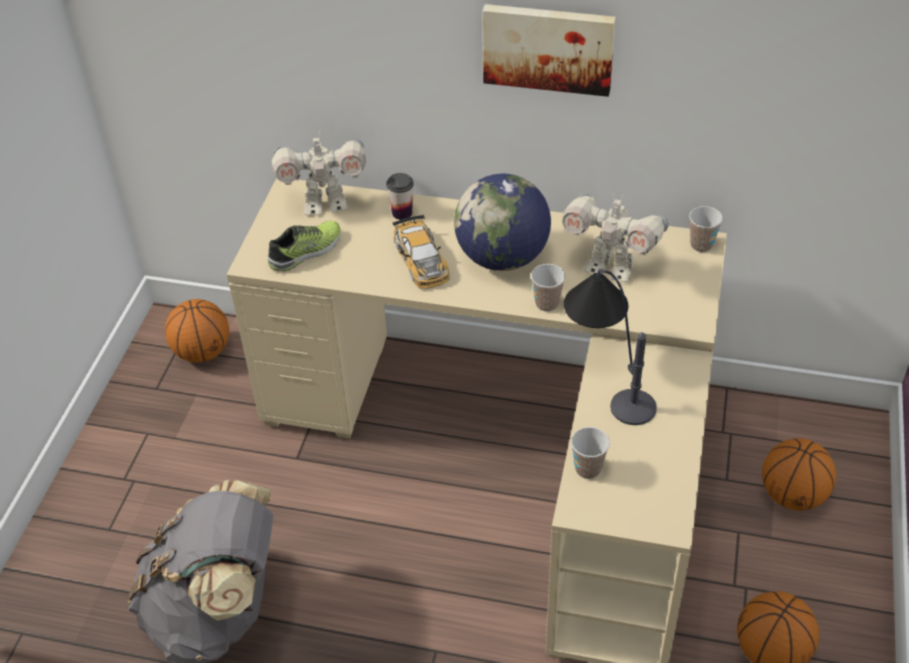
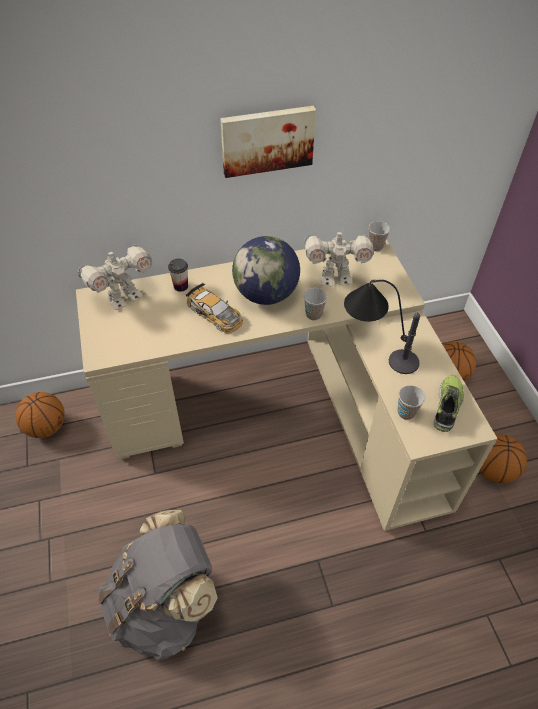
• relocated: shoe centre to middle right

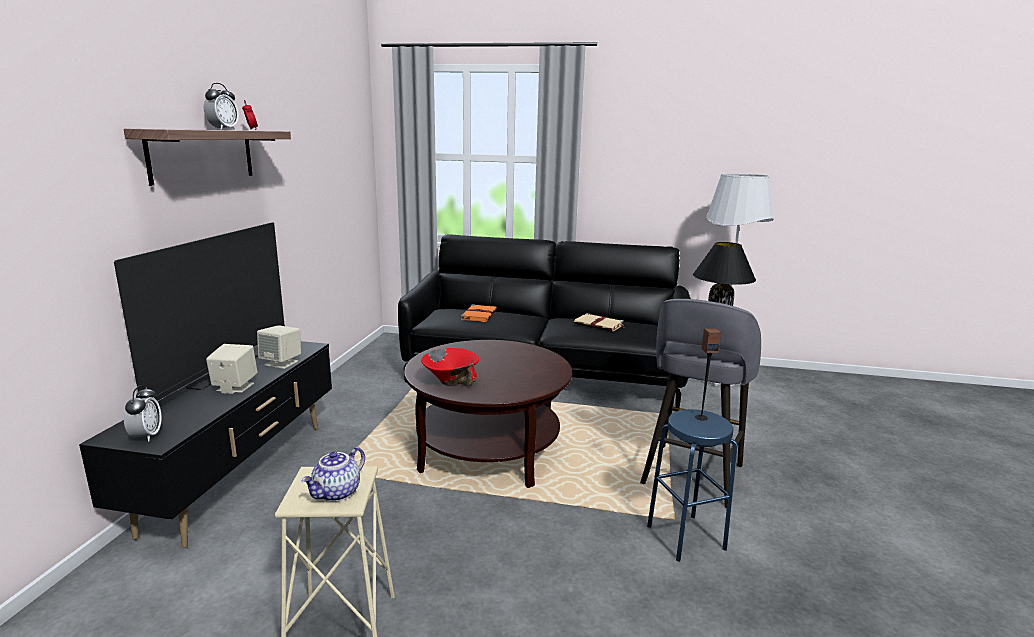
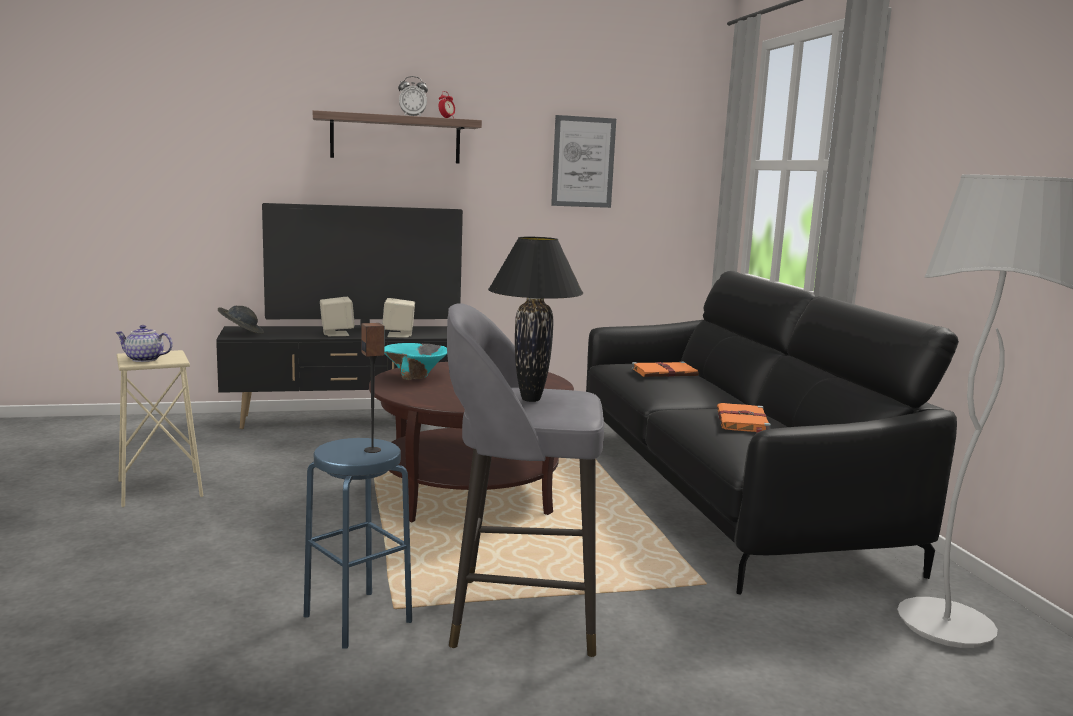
• appeared: picture top centre
• exchanged: alarm clock (no. 1 from left) middle left to grey hat middle left
• colour: red bowl centre to turquoise bowl centre
• colour: beige book centre to orange book (no. 2 from left) middle right

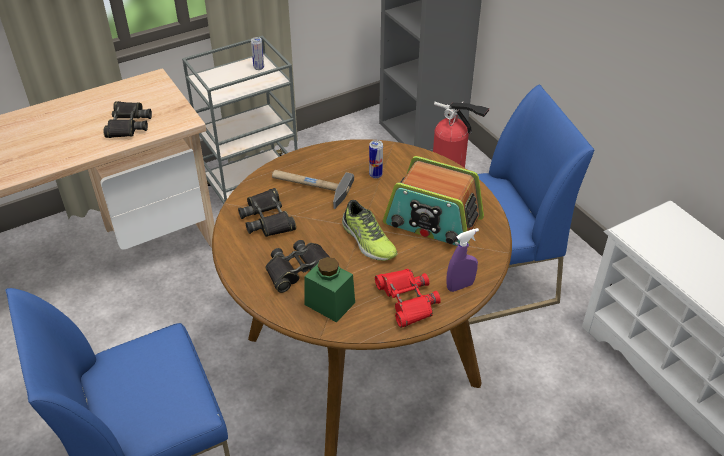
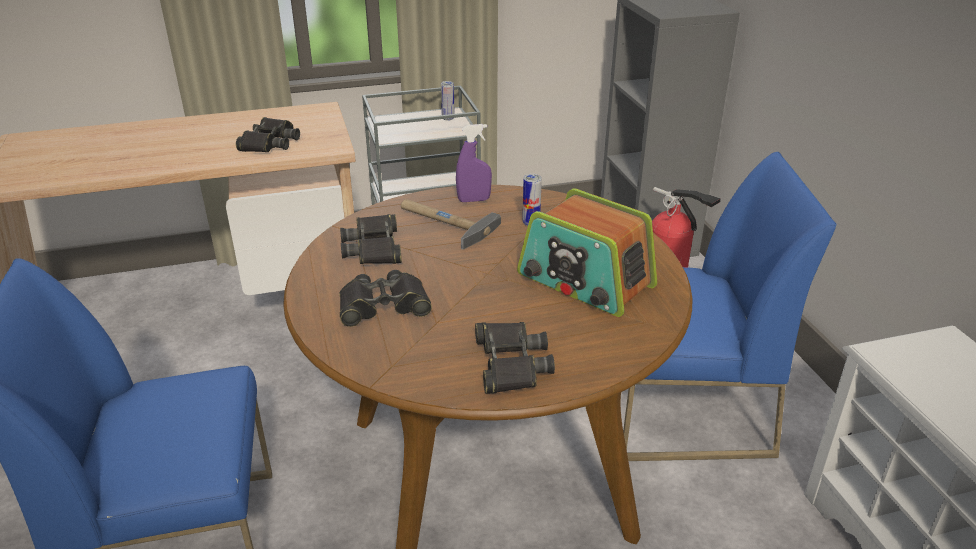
• missing: green jar centre
• missing: shoe centre
• relocated: purple spray bottle centre to top centre
• colour: red binoculars centre to black binoculars (no. 4 from left) centre

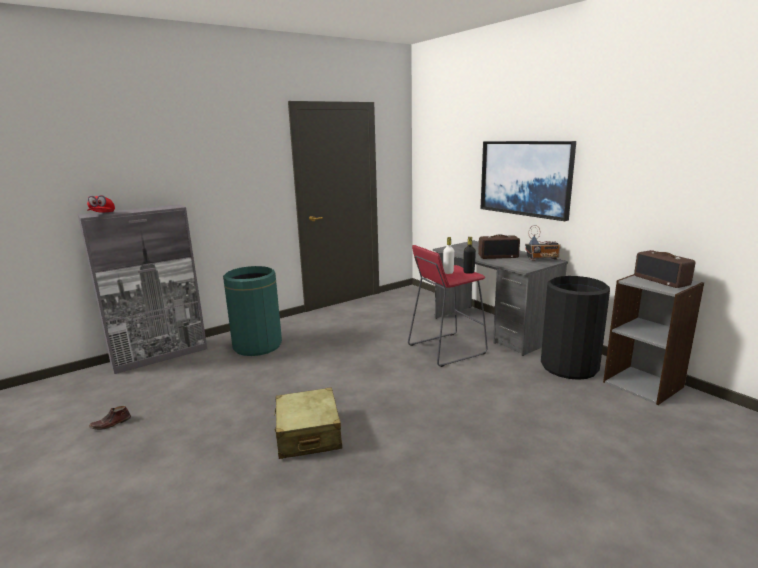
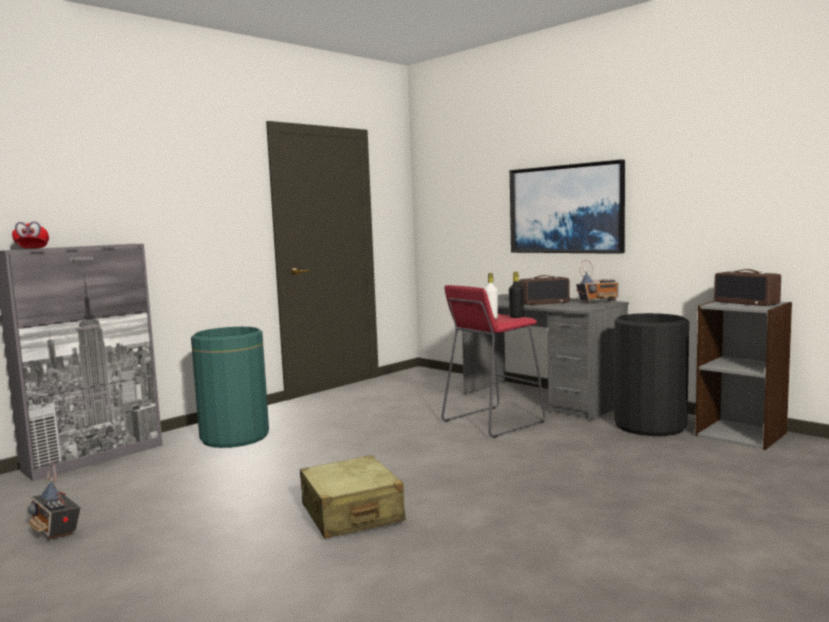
• exchanged: brown shoe bottom left to radio (no. 1 from left) bottom left

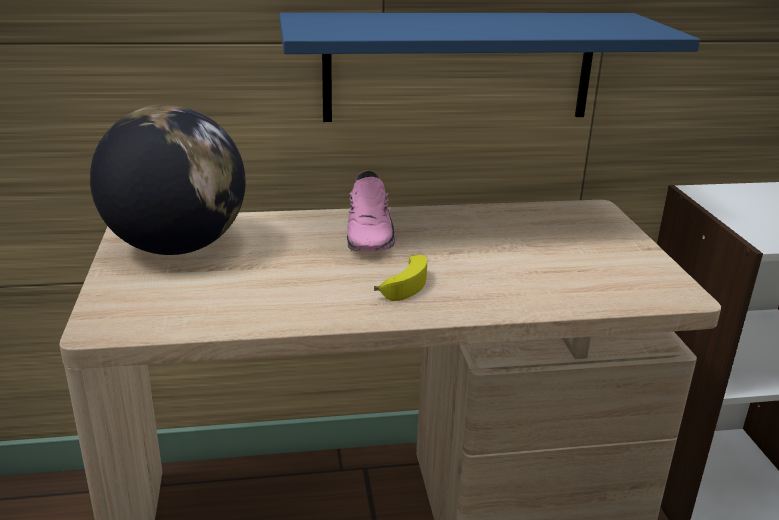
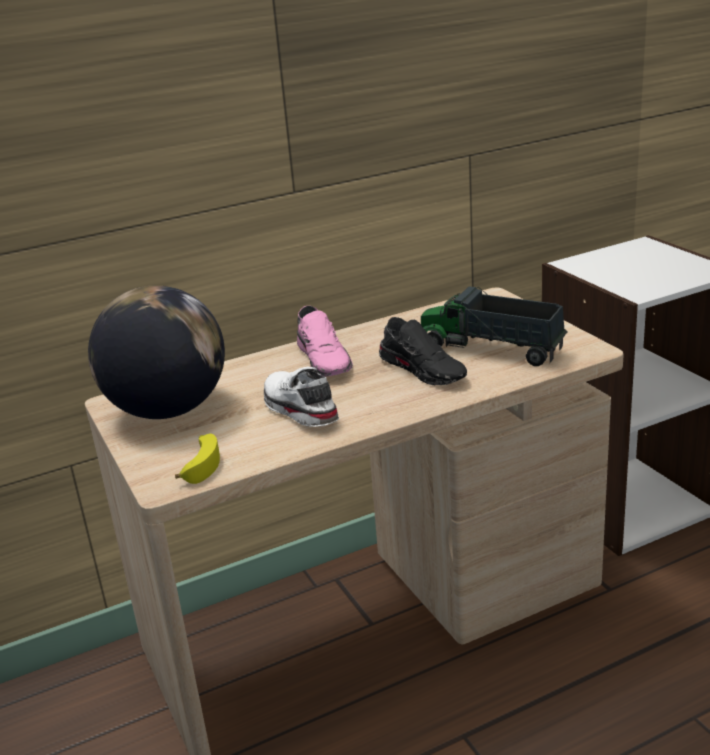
• missing: blue shelf top centre
• appeared: white shoe centre
• appeared: black shoe centre
• appeared: toy truck middle right
• relocated: banana centre to middle left

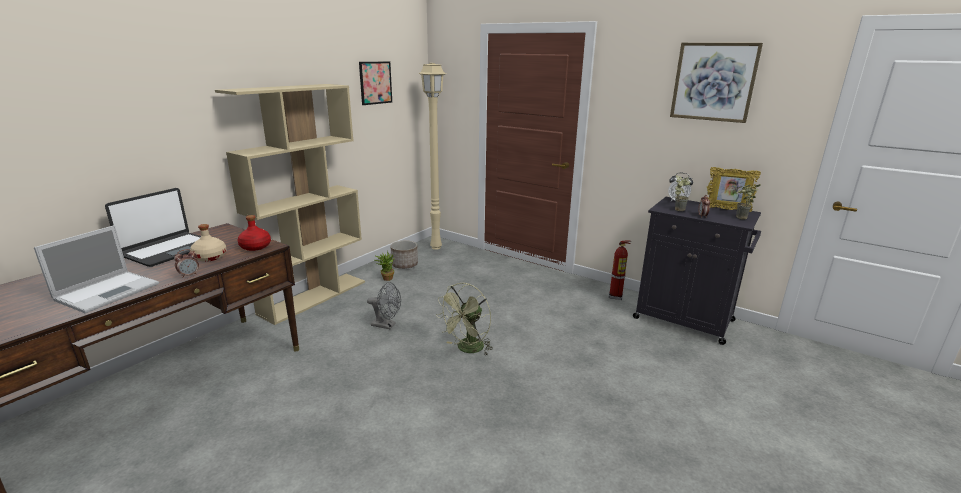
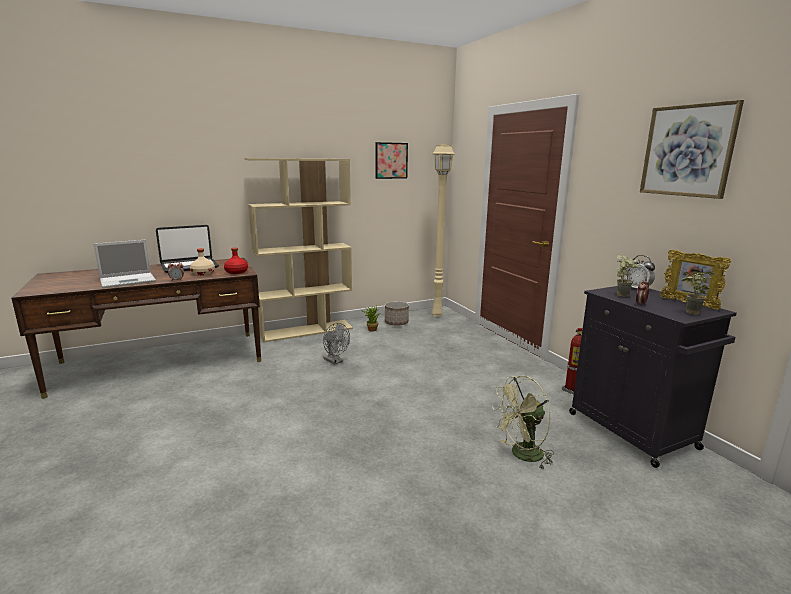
• relocated: green fan centre to bottom centre

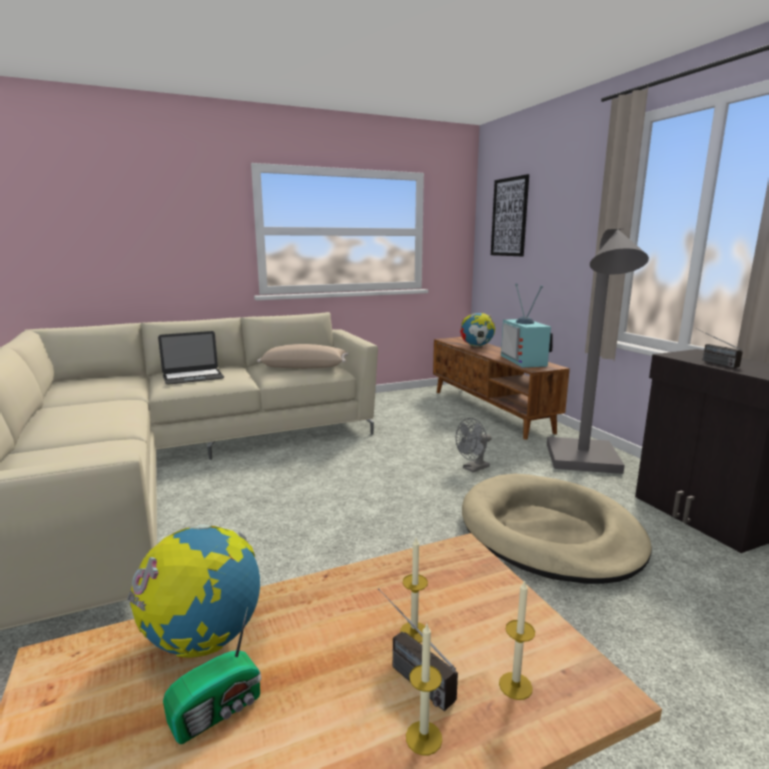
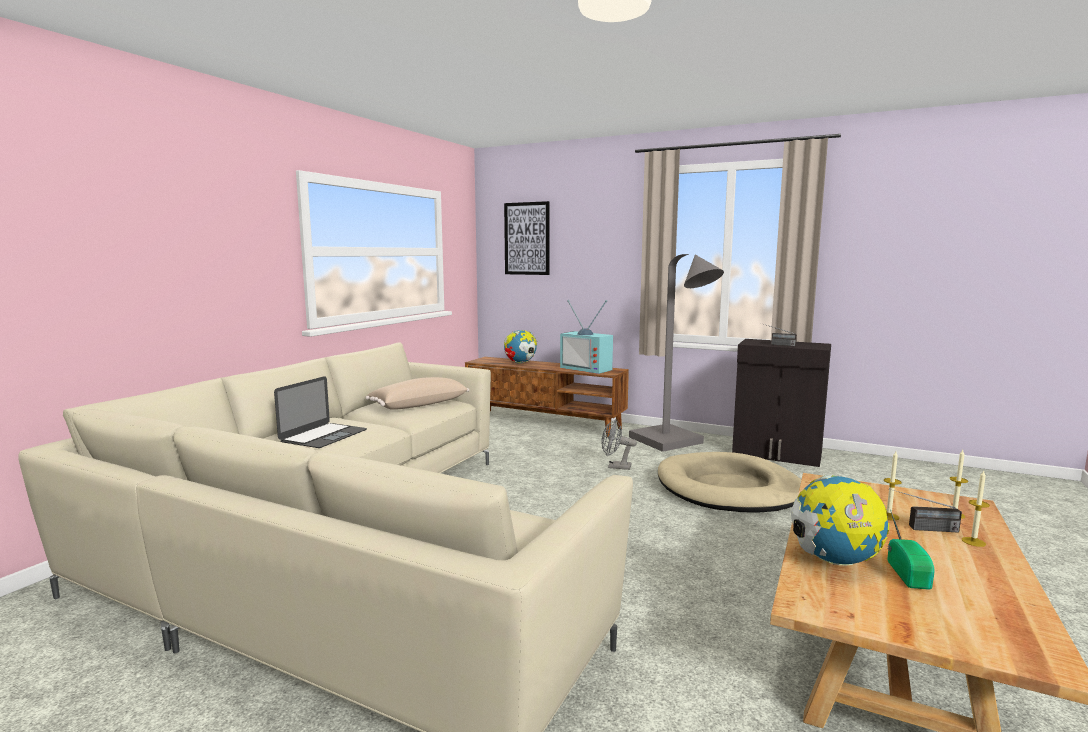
• spun: grey fan centre = centre 90 degrees clockwise

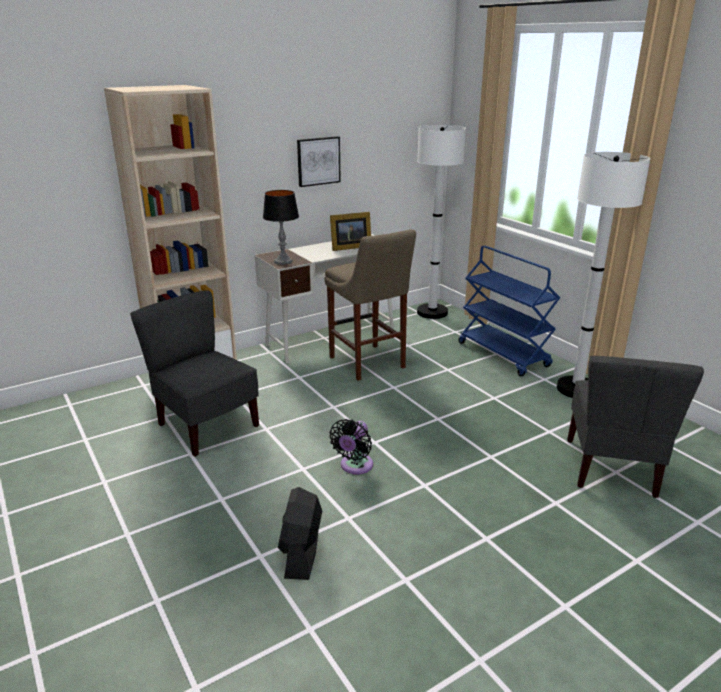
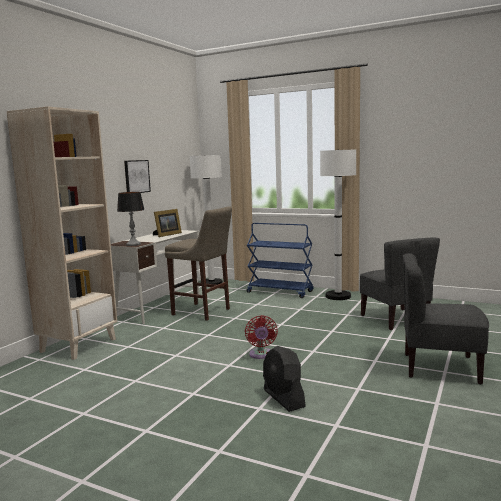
• relocated: grey chair (no. 1 from left in the first image) middle left to grey chair (no. 2 from left) middle right
• colour: black fan (no. 2 from left) centre to red fan bottom centre

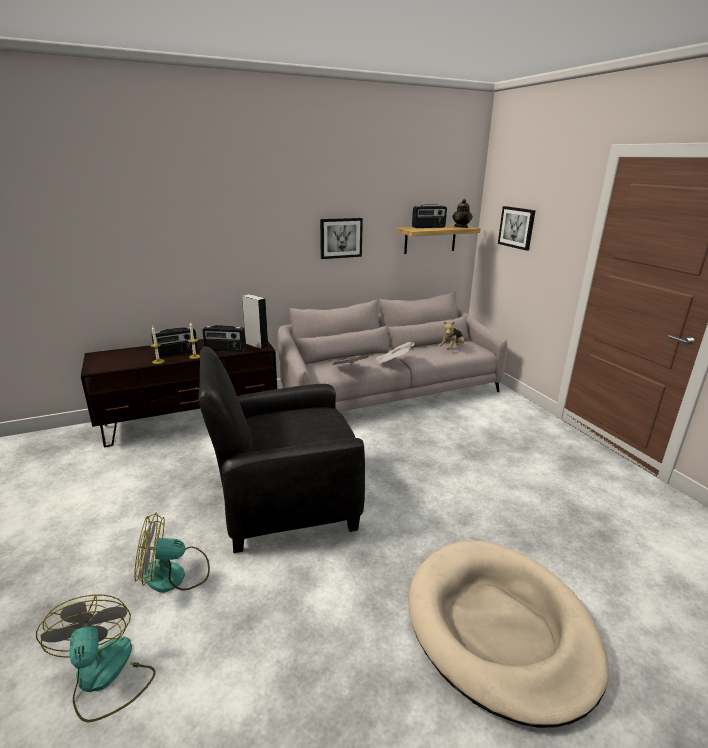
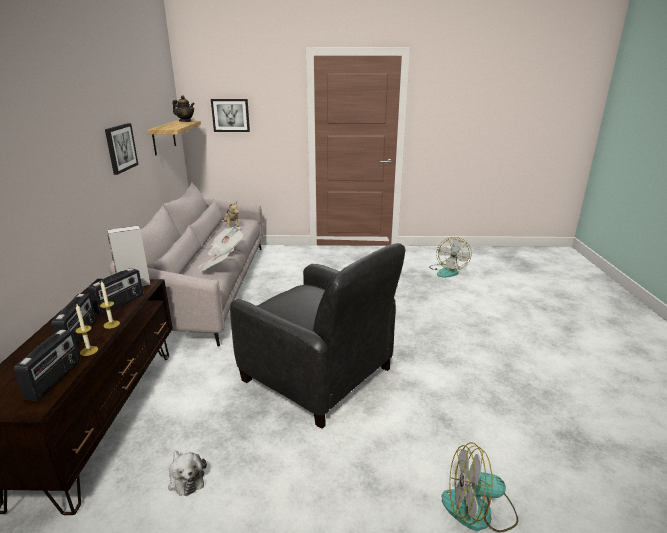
• missing: beige dog bed bottom right
• appeared: plush toy (no. 1 from left) bottom left
• relocated: fan (no. 2 from left in the first image) bottom left to fan (no. 1 from left) middle right
• relocated: radio (no. 3 from left in the first image) top centre to radio (no. 1 from left) bottom left
• spun: black armchair centre = centre 60 degrees counterclockwise

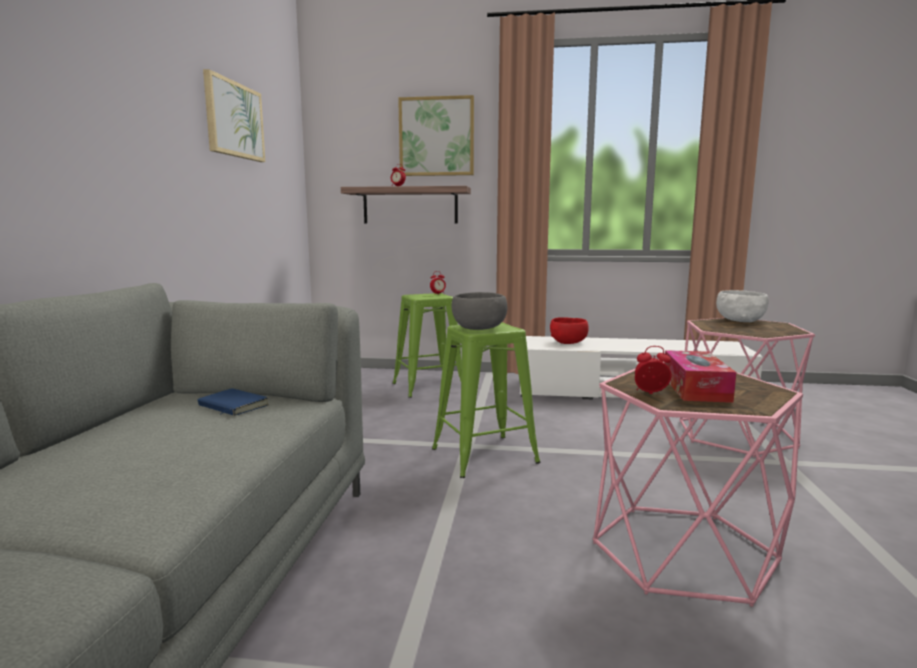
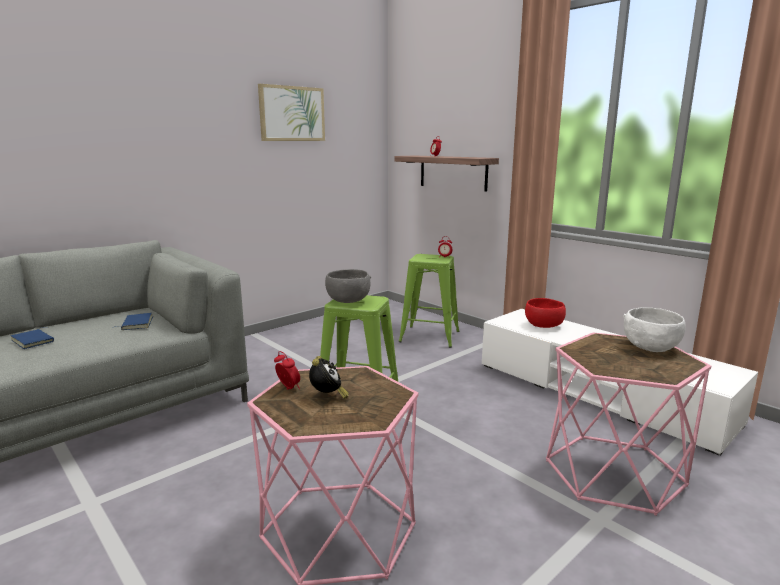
• missing: picture (no. 2 from left) top centre
• appeared: blue book (no. 1 from left) middle left
• exchanged: tissue box middle right to alarm clock (no. 2 from left) centre

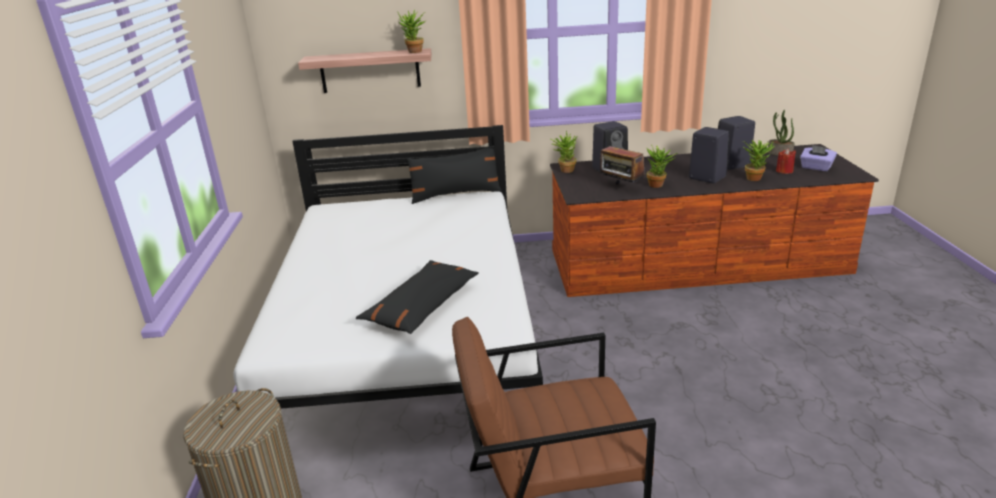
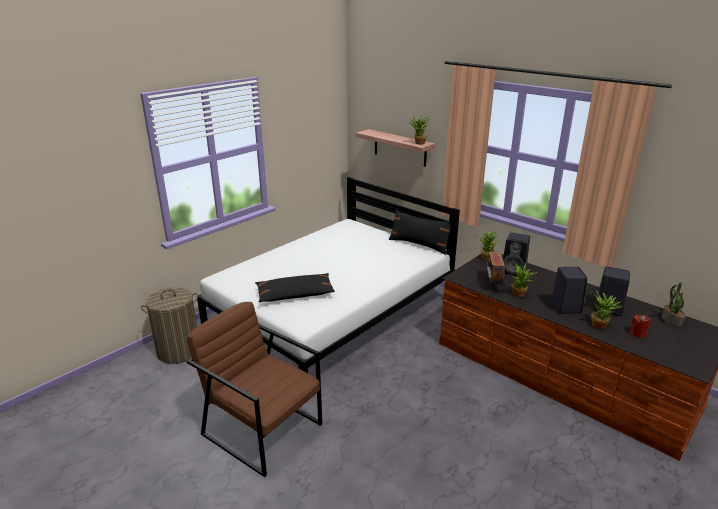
• missing: purple tissue box top right

